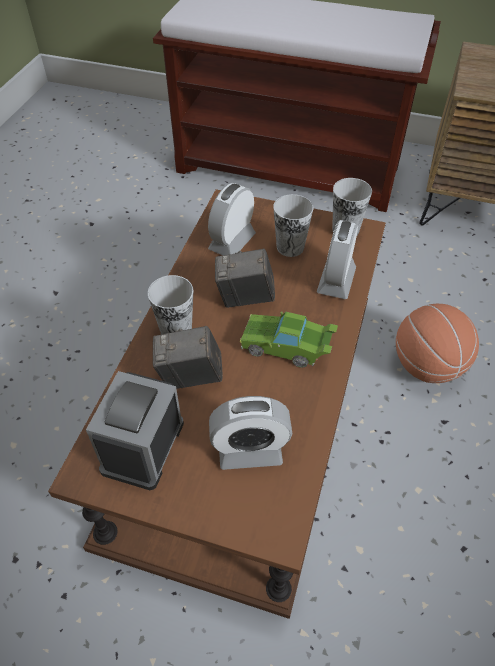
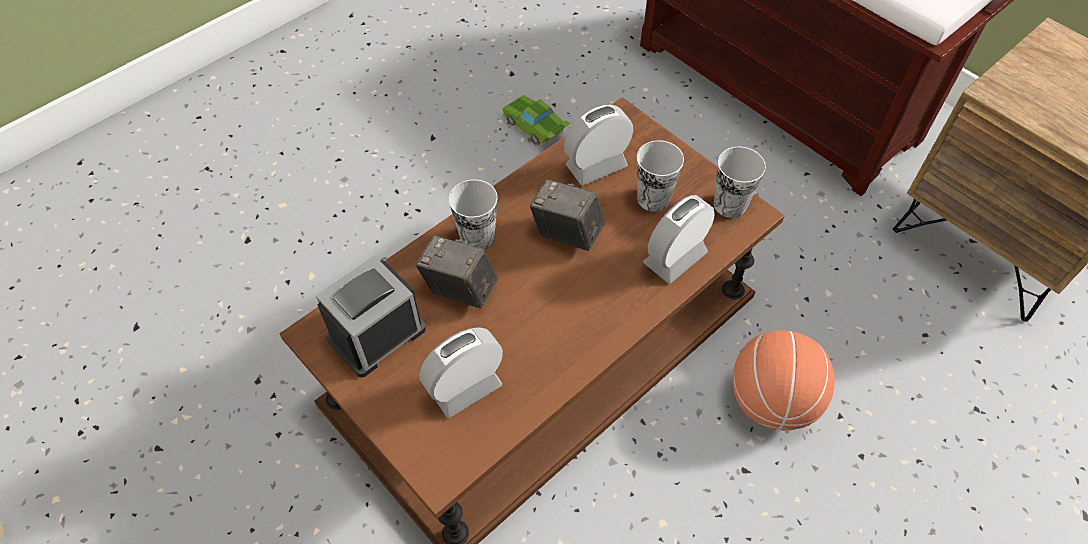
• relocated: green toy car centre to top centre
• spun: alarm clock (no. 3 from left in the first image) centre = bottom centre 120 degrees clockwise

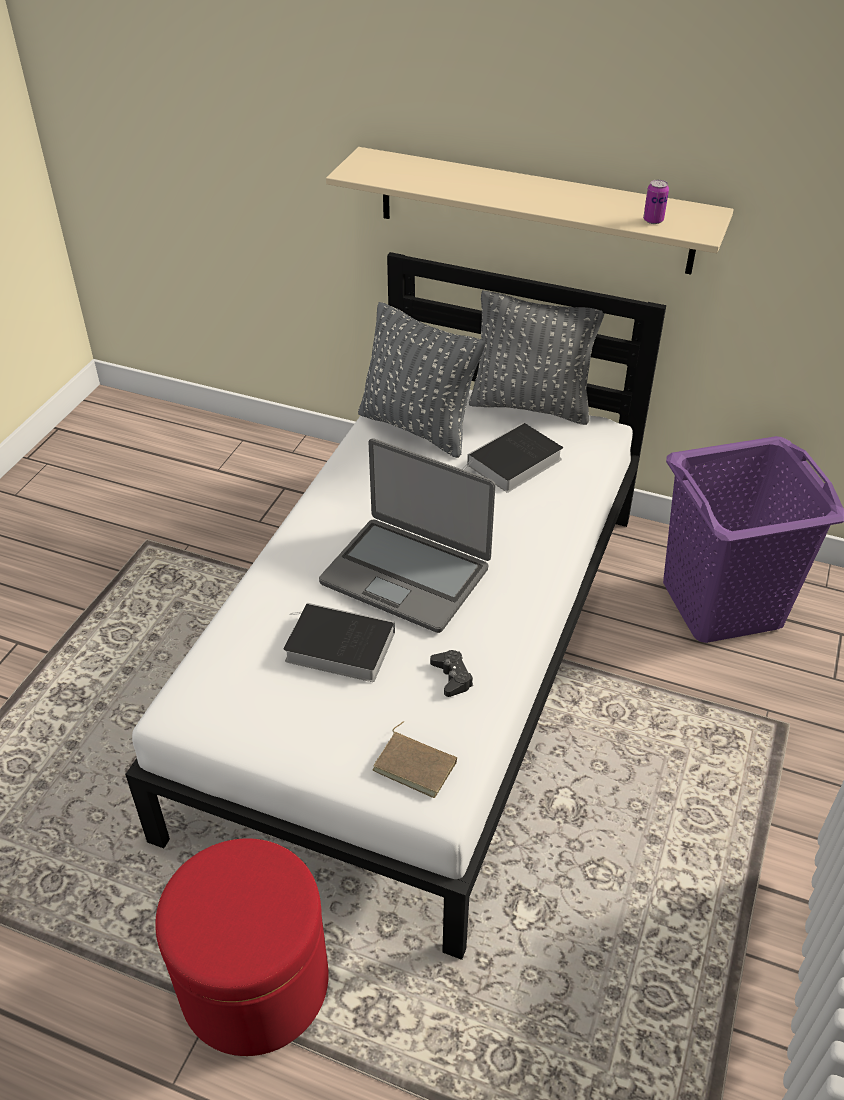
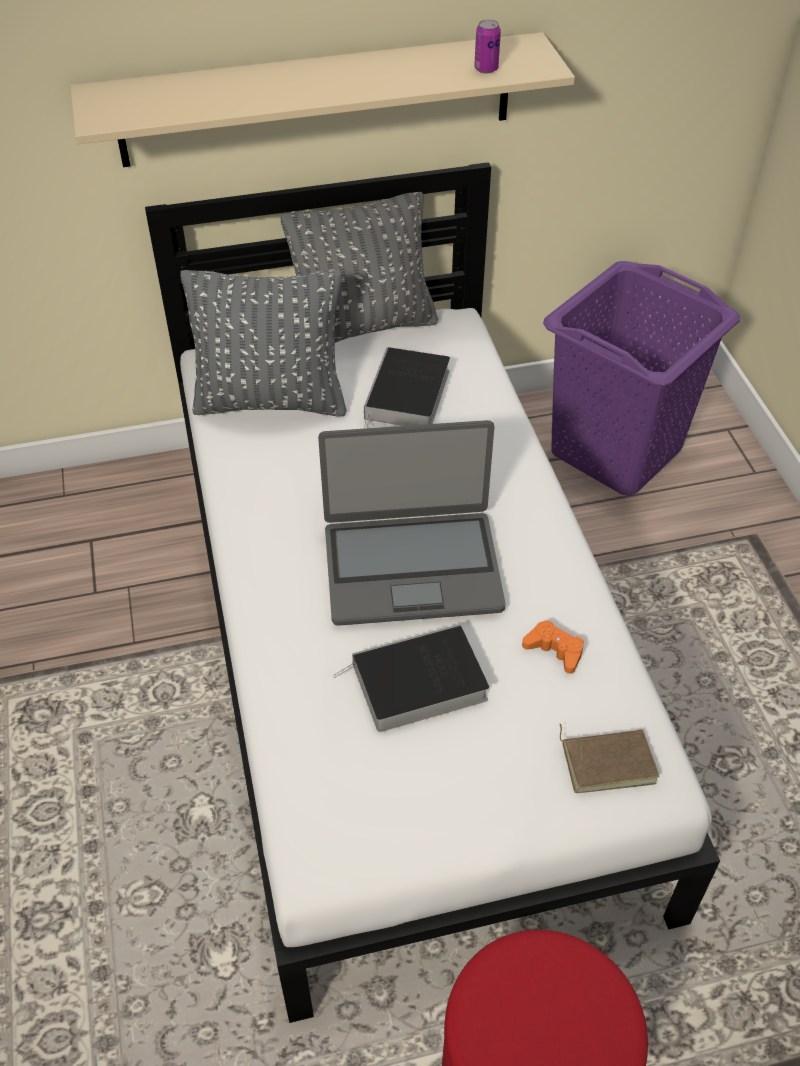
• colour: black game controller centre to orange game controller middle right

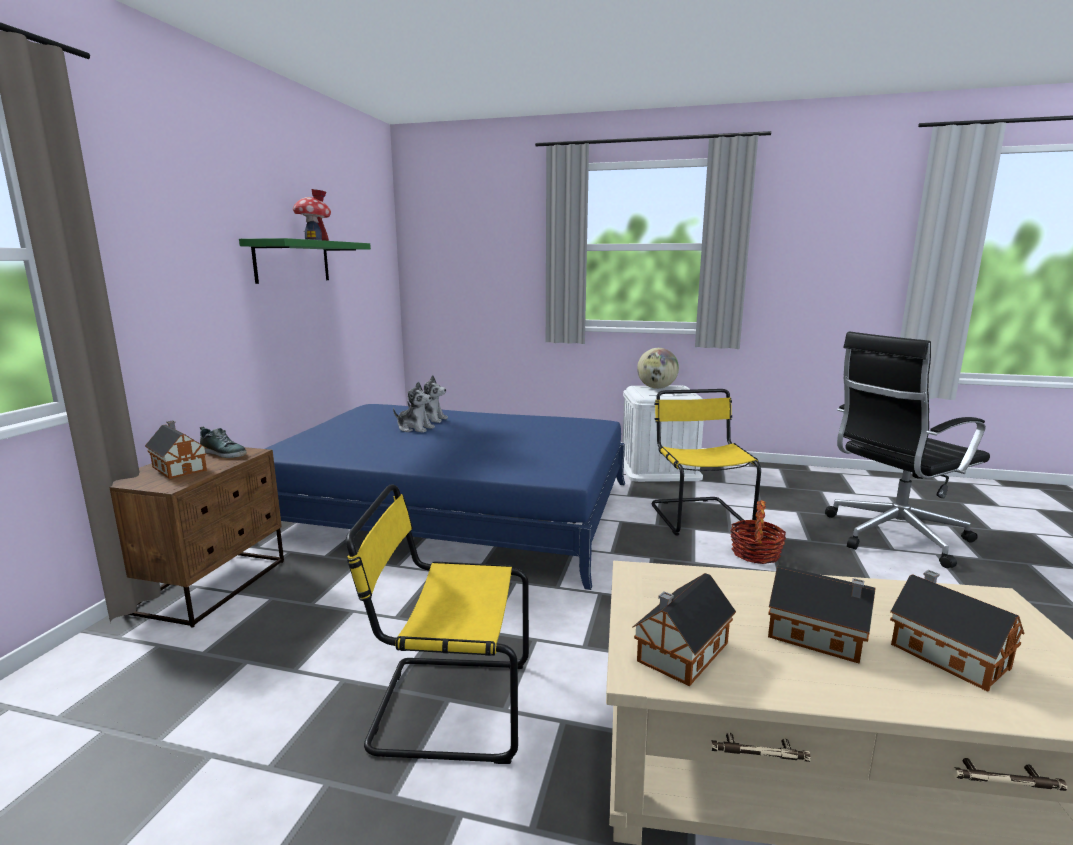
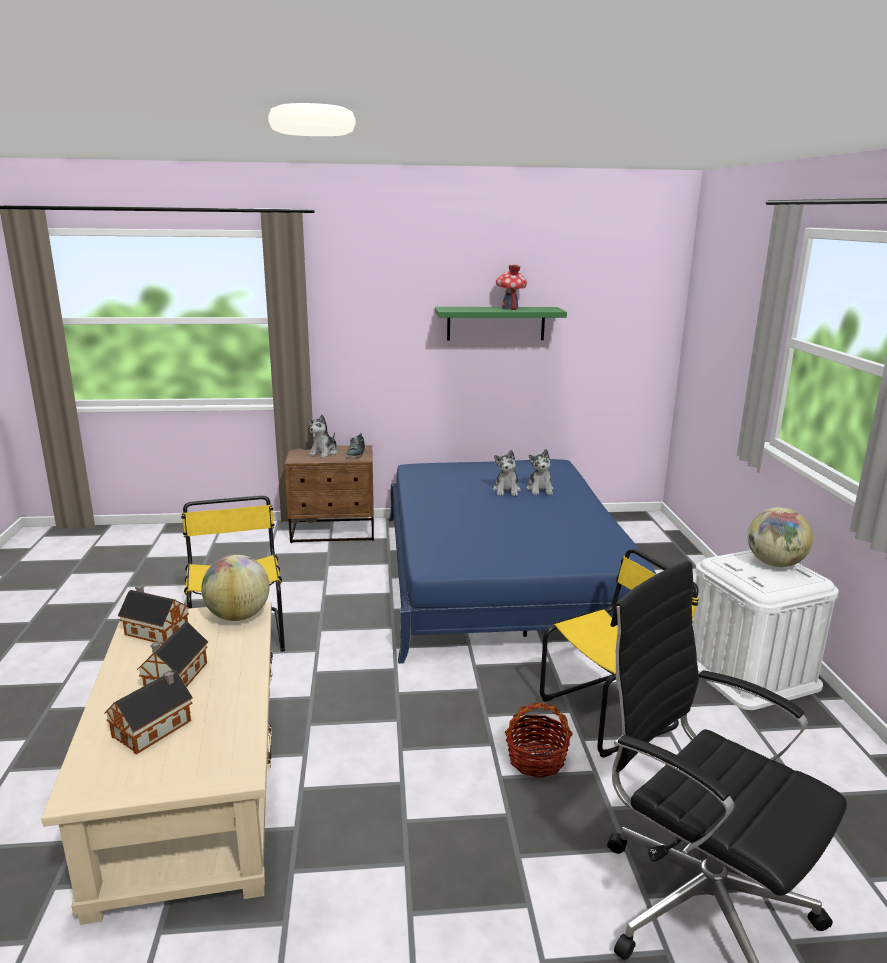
• appeared: globe (no. 1 from left) middle left
• exchanged: toy house (no. 1 from left) middle left to plush toy (no. 1 from left) centre

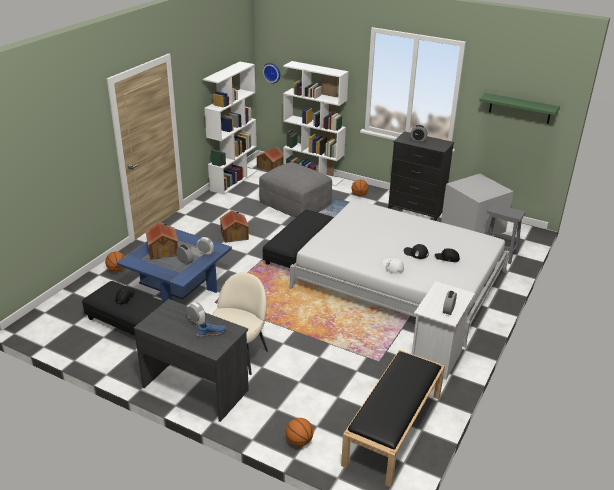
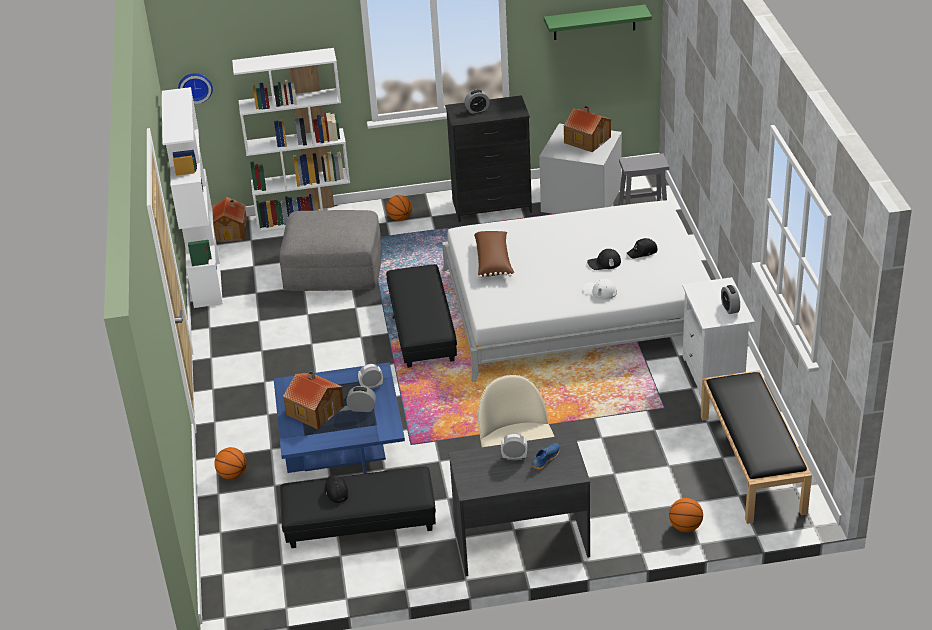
• appeared: brown pillow centre
• relocated: toy house (no. 2 from left in the first image) centre to toy house (no. 3 from left) top centre

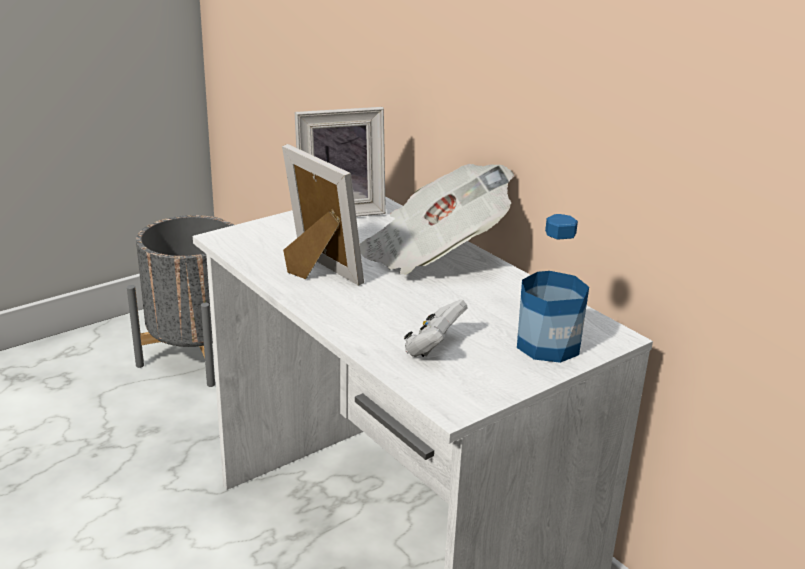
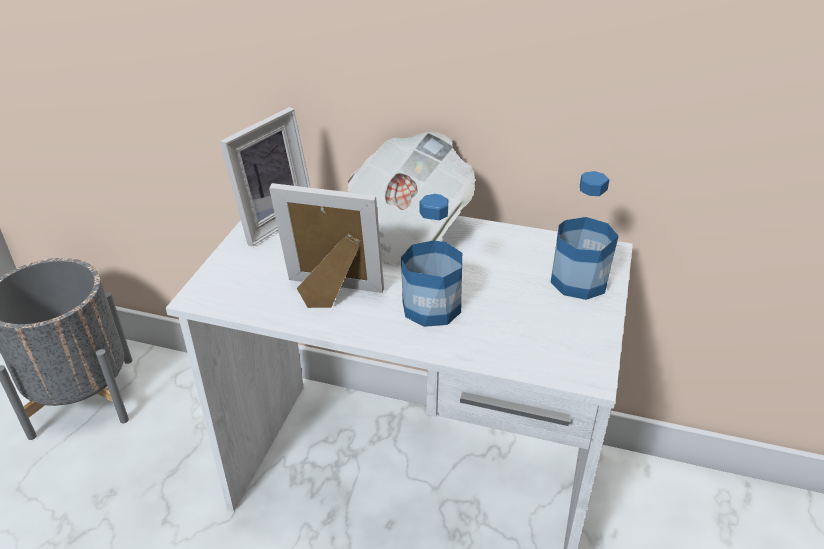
• missing: white game controller centre
• appeared: bottle (no. 1 from left) centre

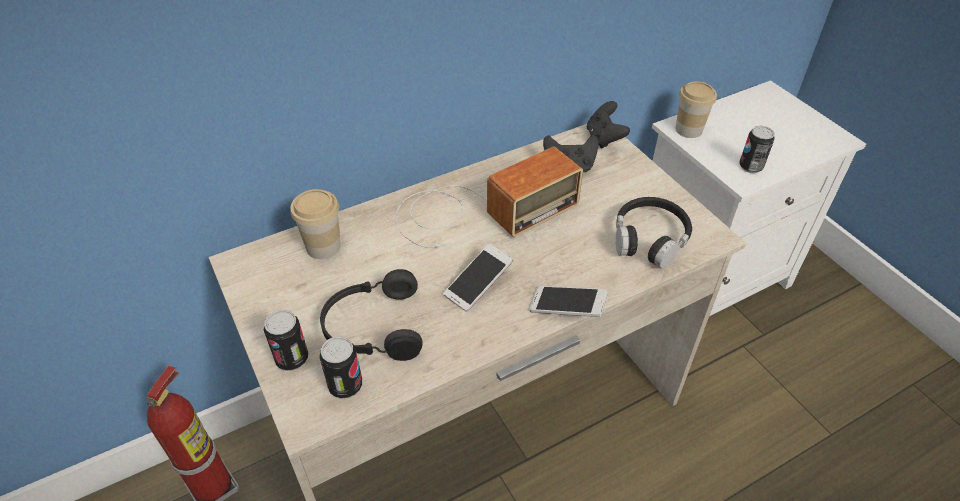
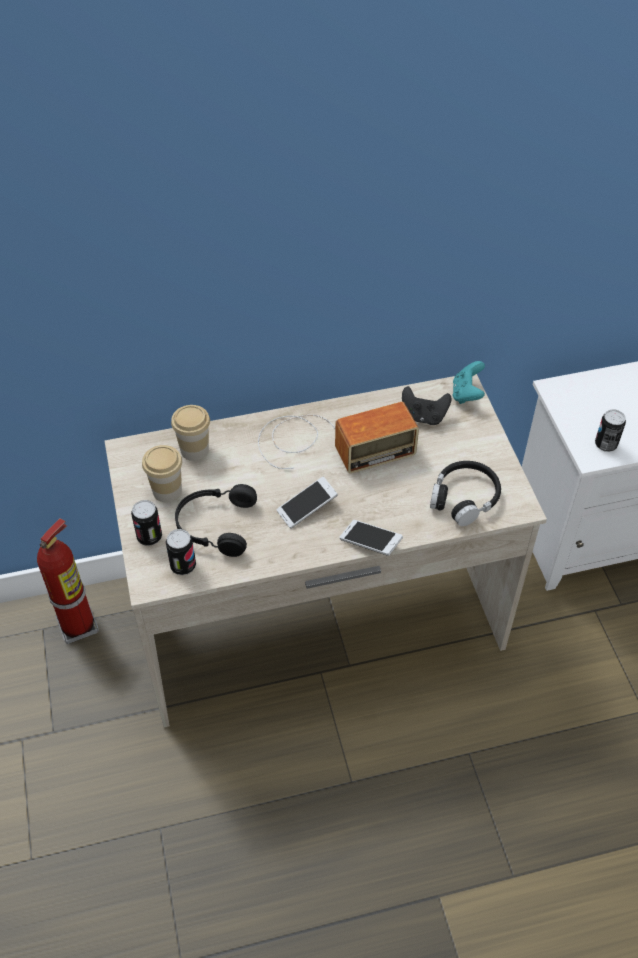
• relocated: cup (no. 2 from left in the first image) top right to cup (no. 1 from left) middle left
• colour: black game controller (no. 2 from left) top centre to turquoise game controller middle right

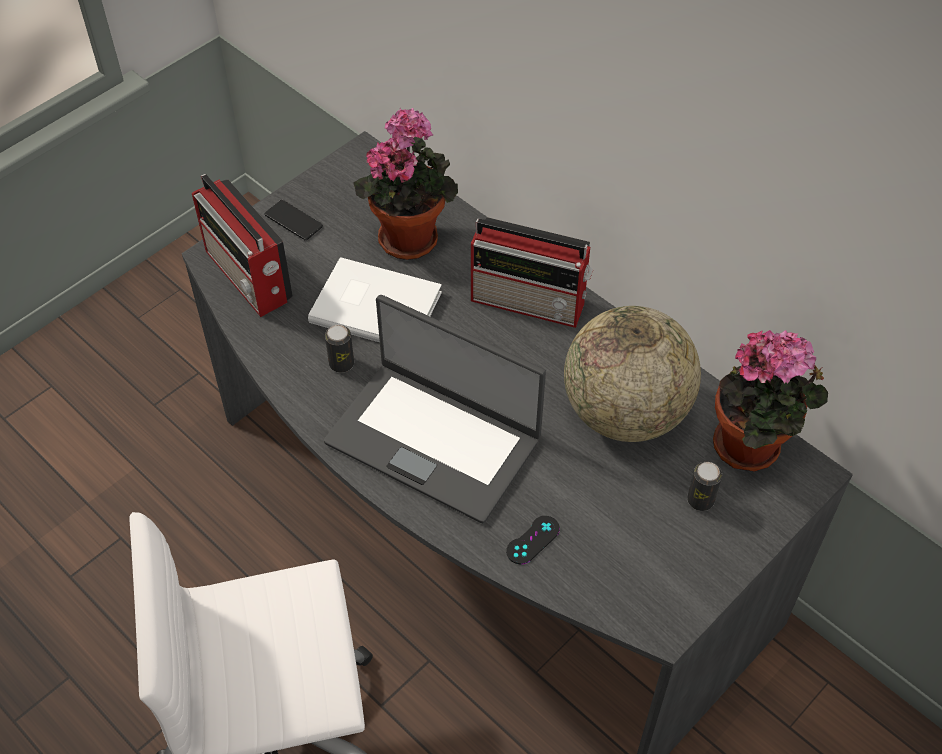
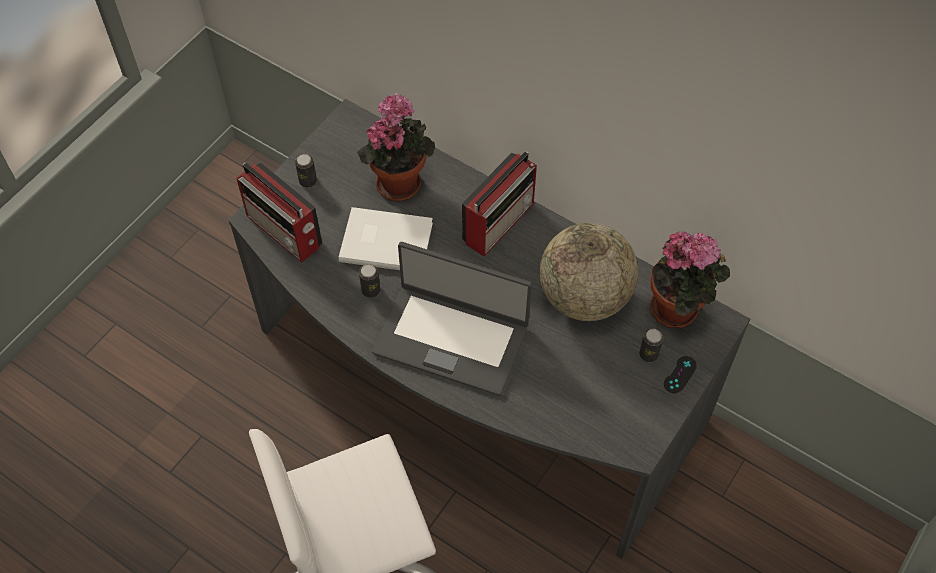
• relocated: black game controller bottom centre to middle right
• exchanged: phone top left to can (no. 1 from left) top left
• spun: radio (no. 2 from left) centre = centre 60 degrees counterclockwise

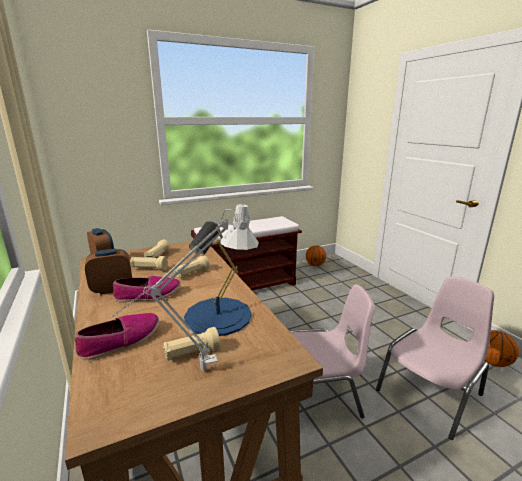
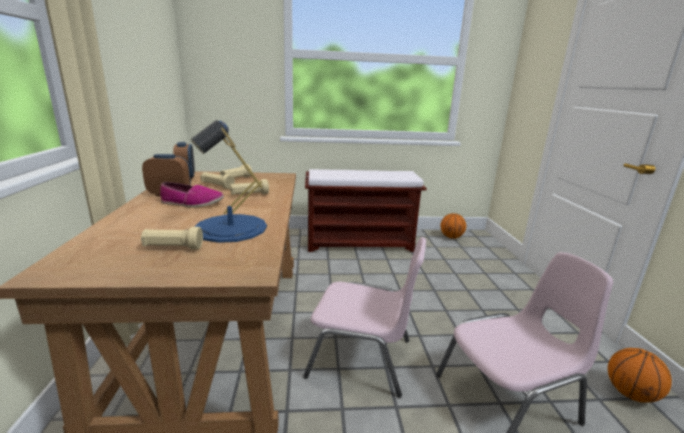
• missing: shoe (no. 1 from left) bottom left
• missing: grey table lamp centre

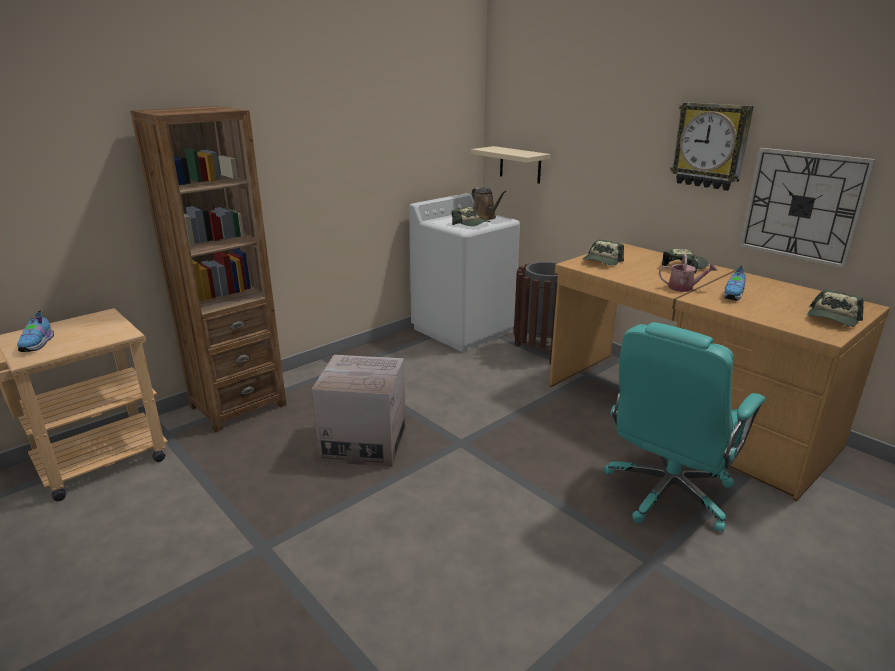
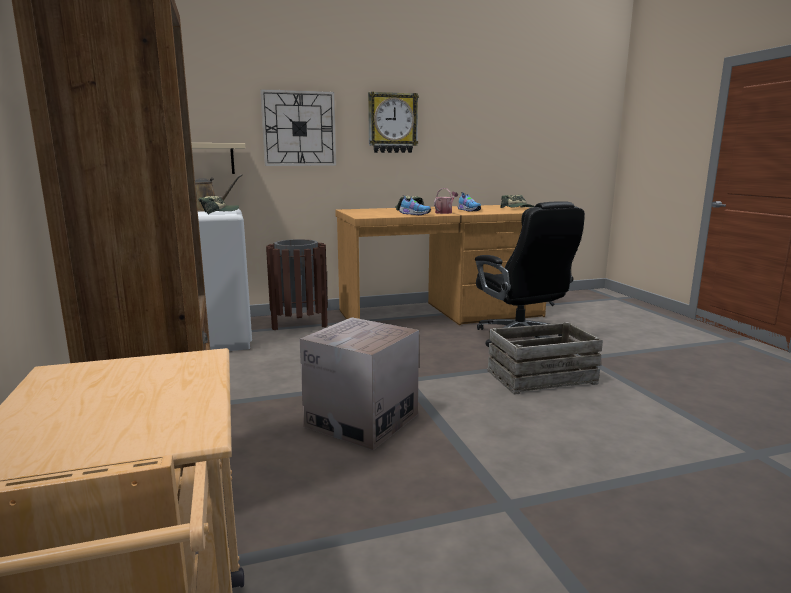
• missing: cap (no. 2 from left) middle right
• appeared: crate middle right
• relocated: shoe (no. 1 from left) middle left to centre
• relocated: wall clock (no. 2 from left in the first image) top right to wall clock (no. 1 from left) top centre
• colour: turquoise office chair middle right to black office chair middle right

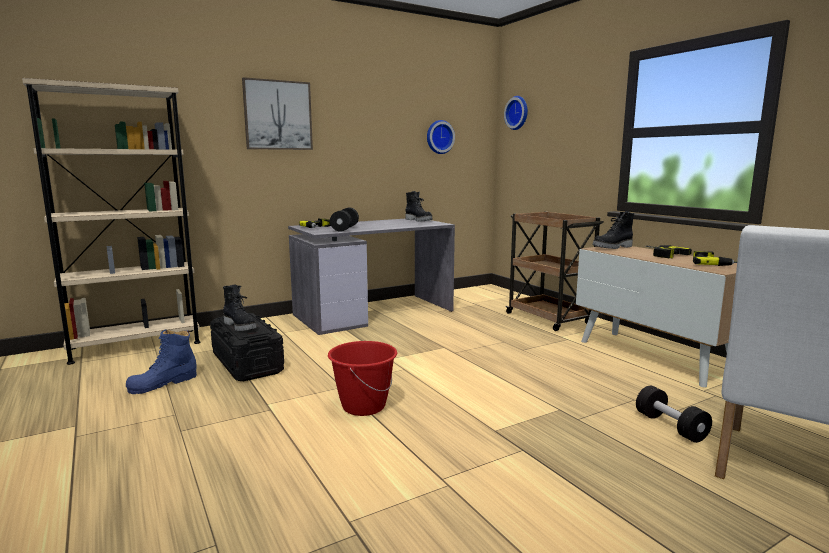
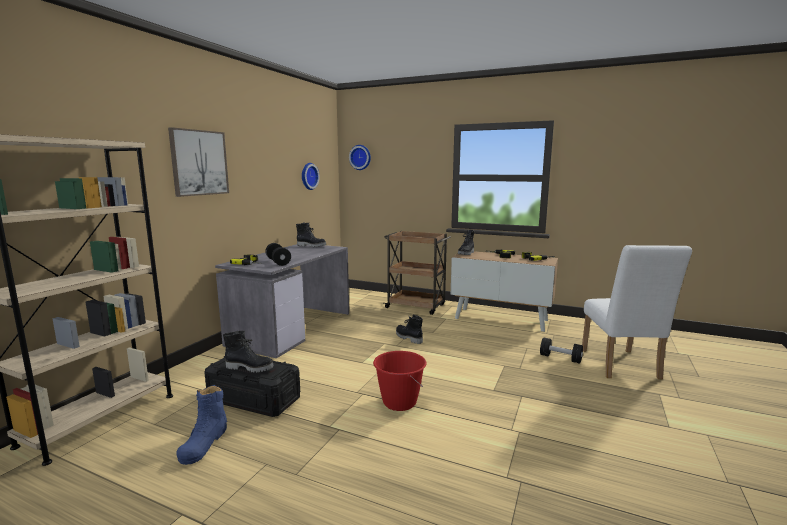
• appeared: black boot (no. 3 from left) centre

